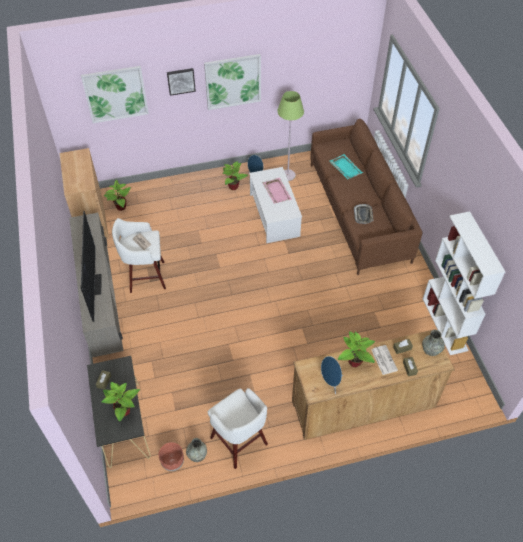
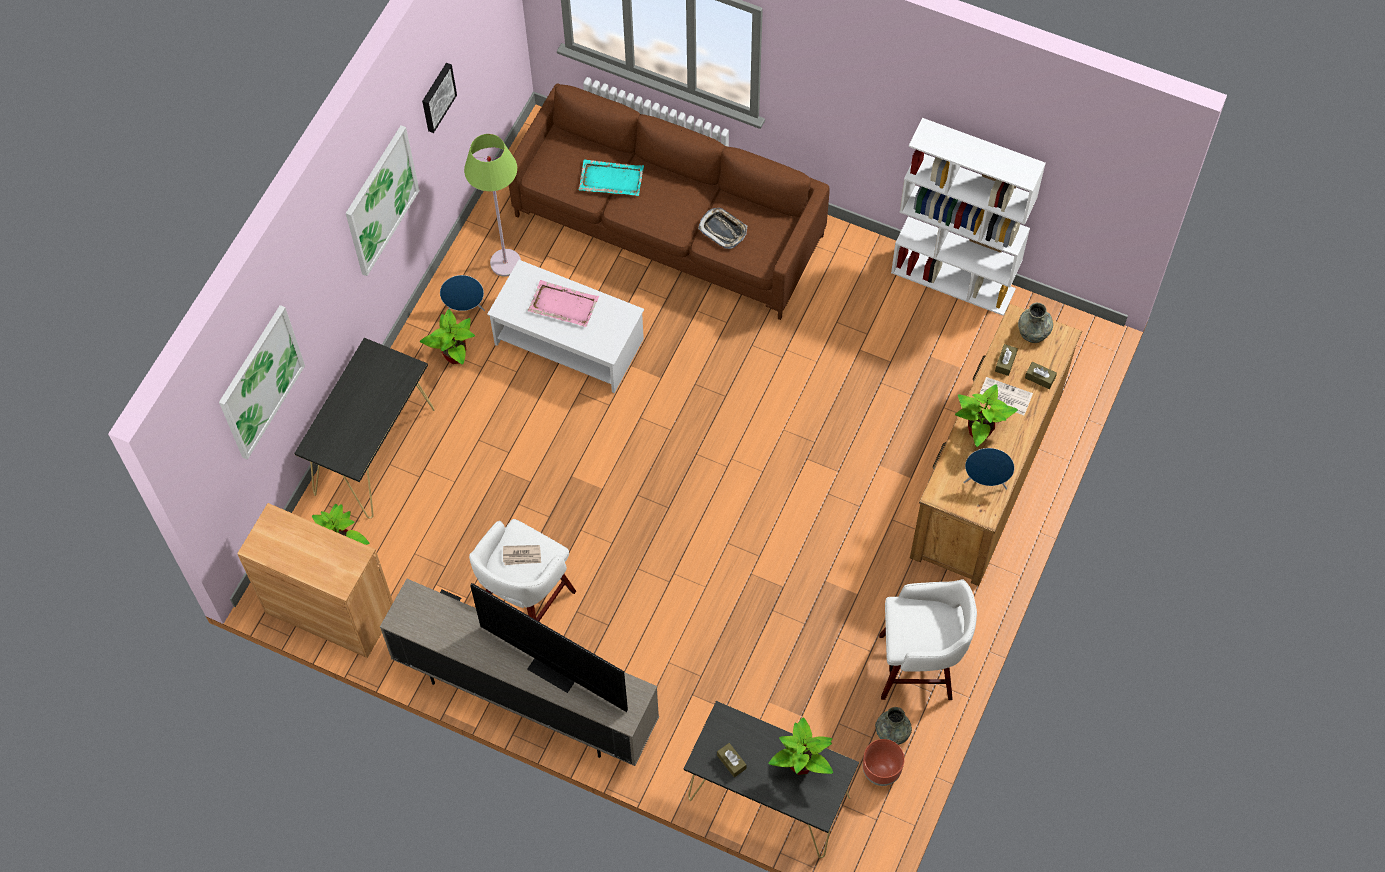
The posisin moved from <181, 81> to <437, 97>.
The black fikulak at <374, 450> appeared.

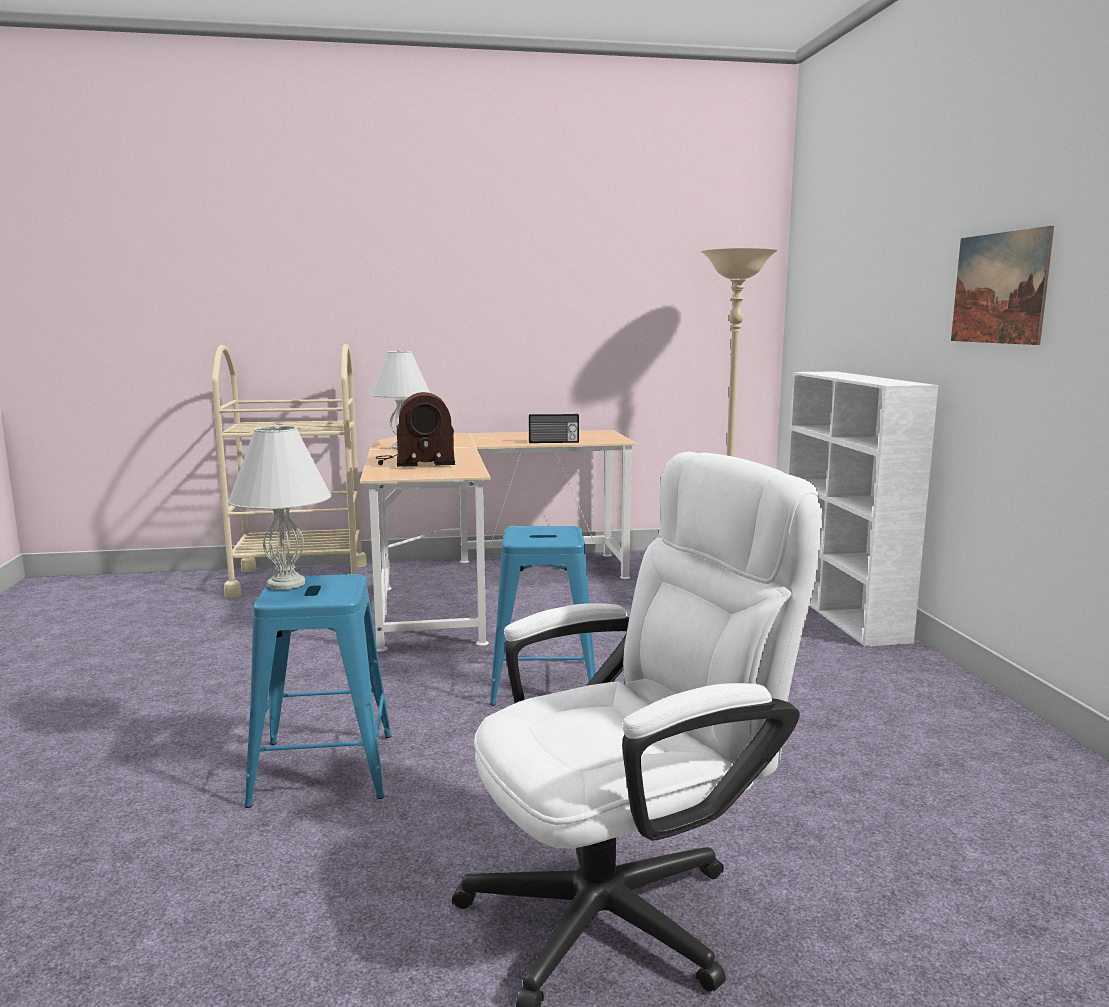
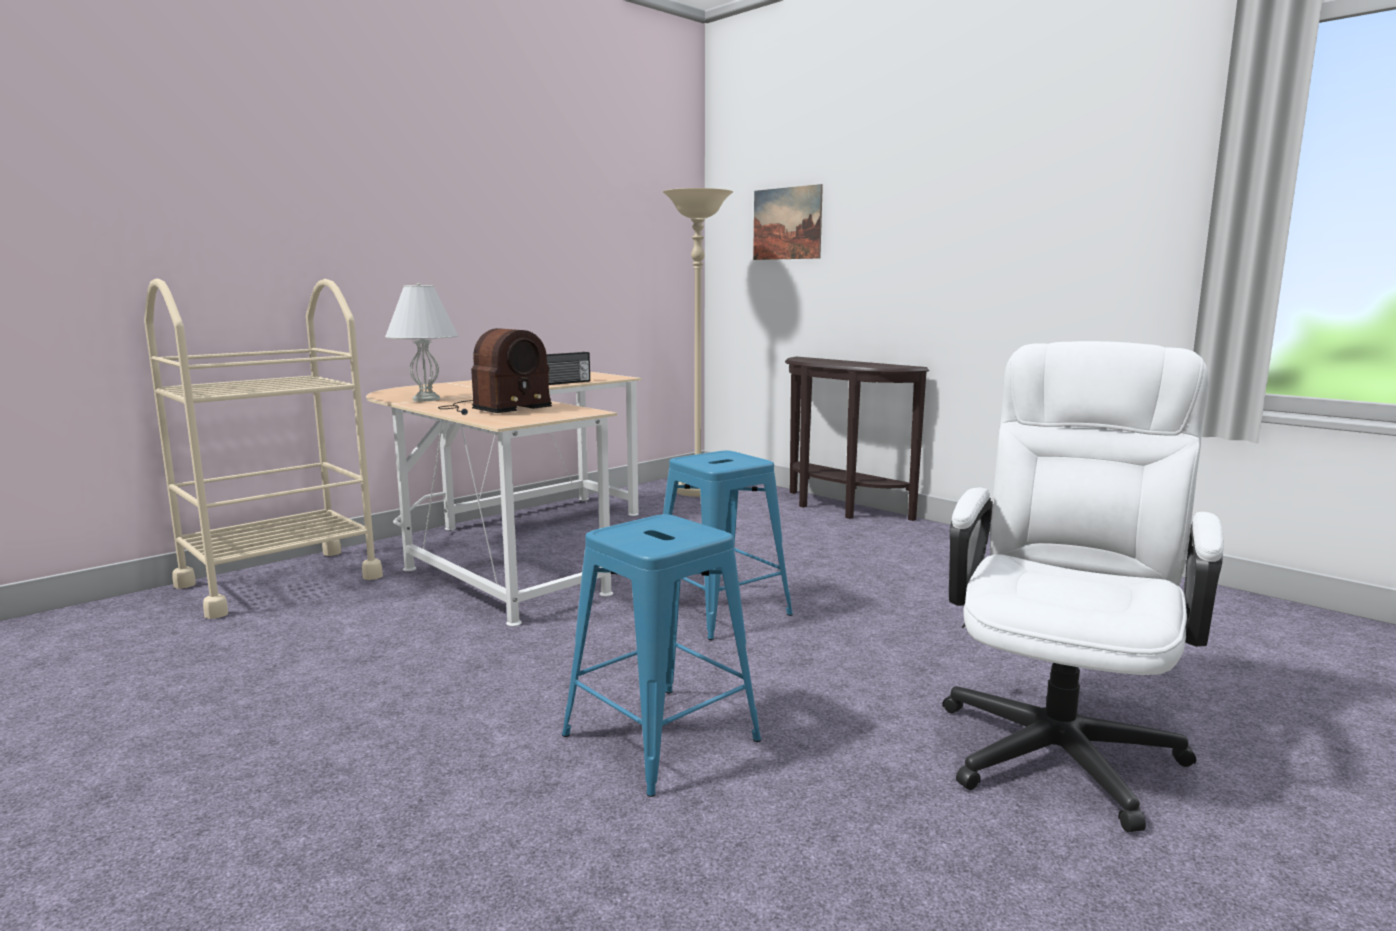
The posisin moved from <999, 288> to <787, 223>.
The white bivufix at <842, 611> was replaced by the brown fikulak at <839, 508>.
The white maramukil at <286, 584> disappeared.

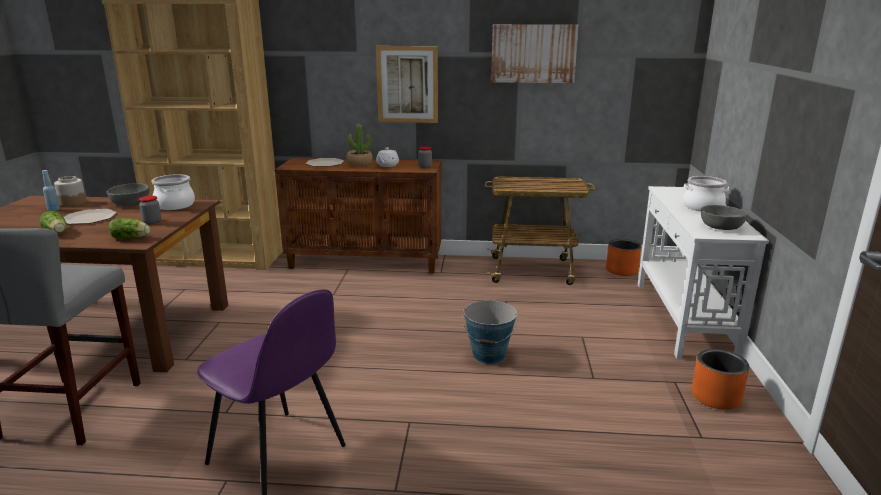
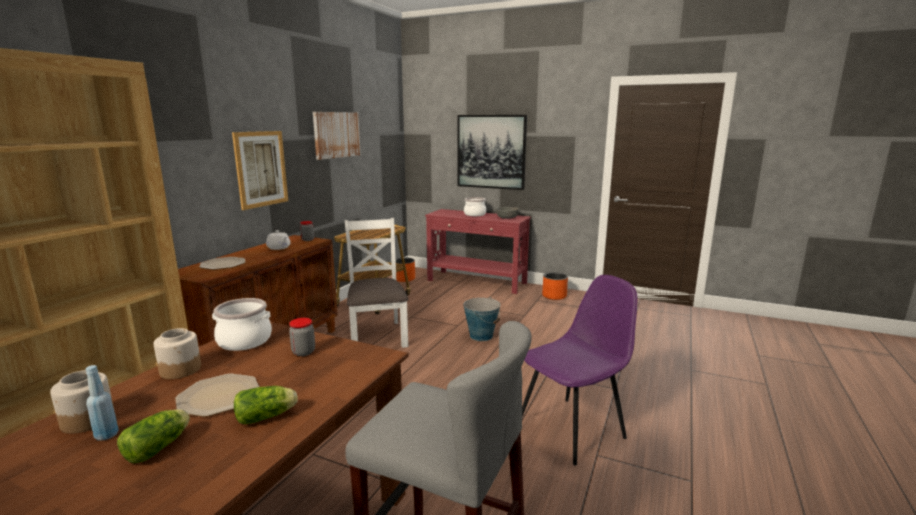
The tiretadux at <359, 163> disappeared.
The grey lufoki at <130, 203> was replaced by the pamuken at <181, 369>.
The white fikulak at <682, 319> became the red fikulak at <477, 282>.
The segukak moved from <132, 238> to <160, 447>.
The posisin at <491, 152> appeared.
The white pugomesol at <377, 336> appeared.

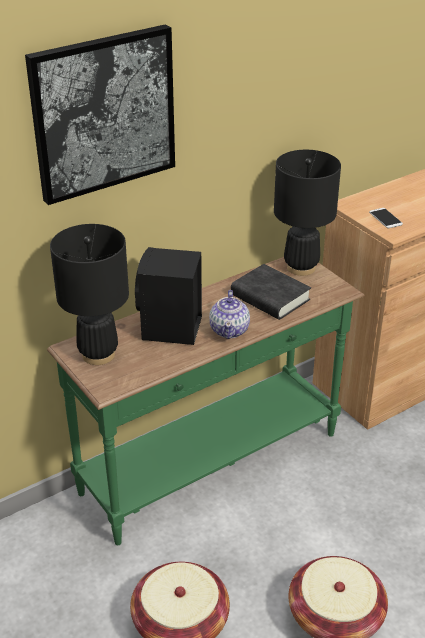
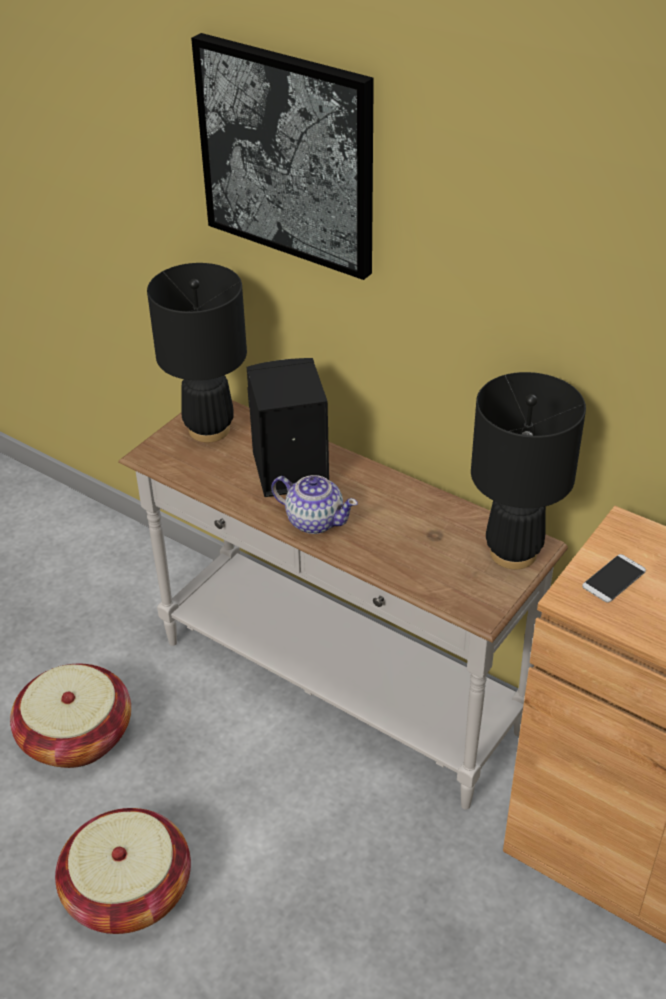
The green fikulak at <212, 465> became the white fikulak at <336, 689>.
The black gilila at <270, 297> disappeared.
The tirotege at <230, 330> turned 135 degrees counterclockwise.

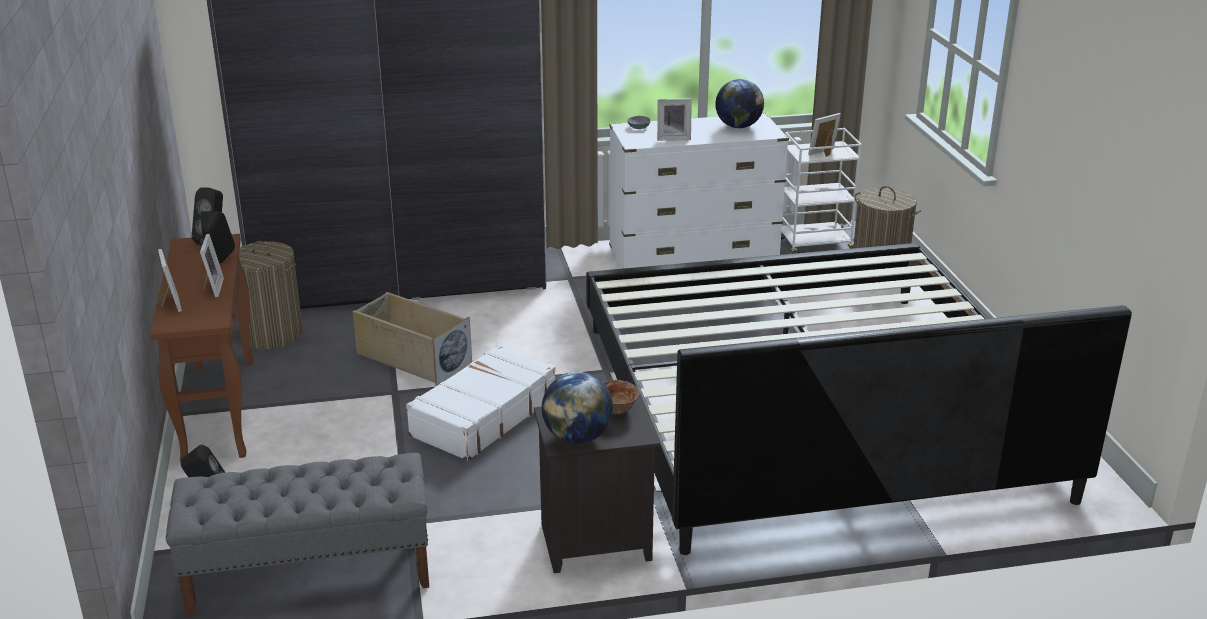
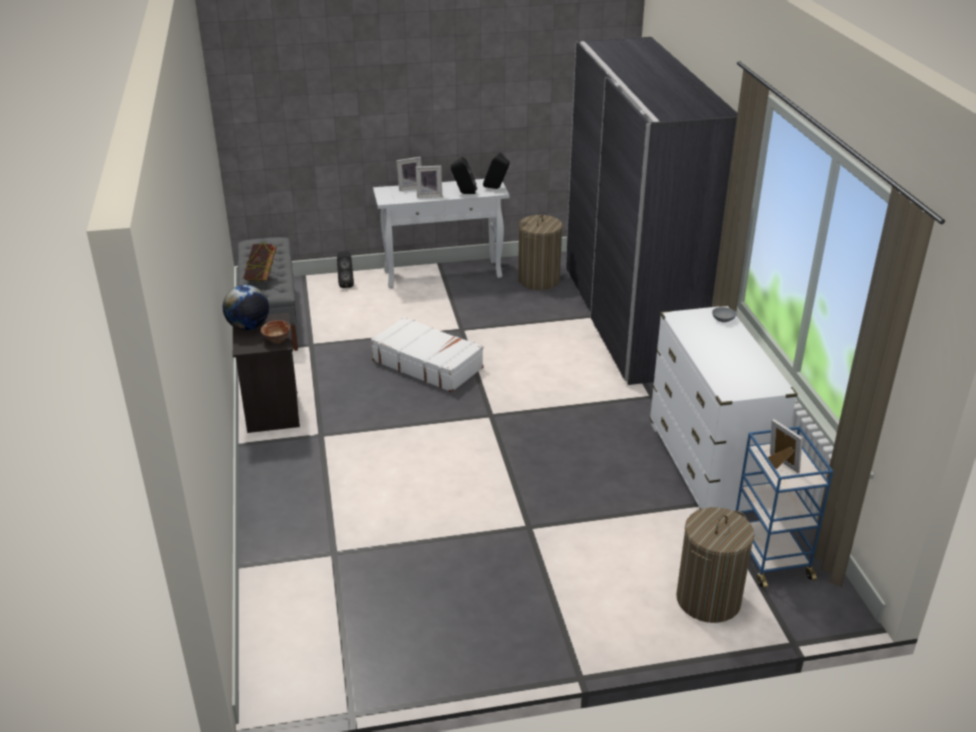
The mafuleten at <738, 126> disappeared.
The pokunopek at <673, 138> disappeared.
The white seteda at <814, 246> became the blue seteda at <769, 556>.
The brown fikulak at <219, 409> became the white fikulak at <443, 274>.
The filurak at <811, 408> disappeared.
The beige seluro at <412, 358> disappeared.
The gilila at <262, 278> appeared.

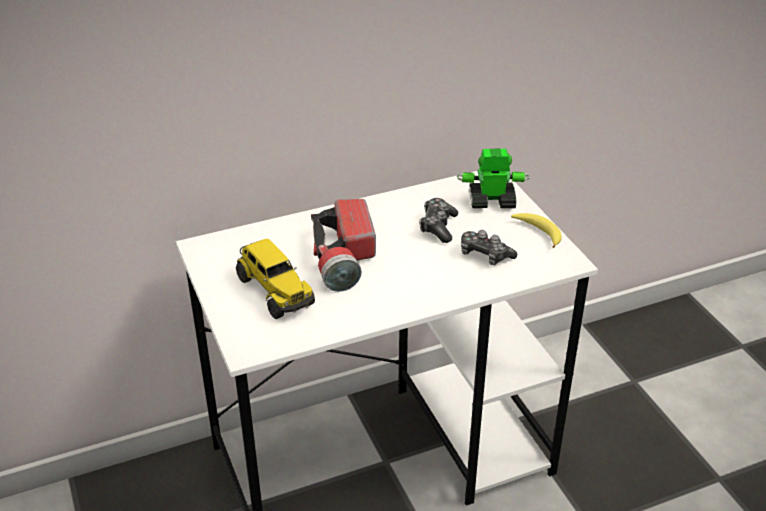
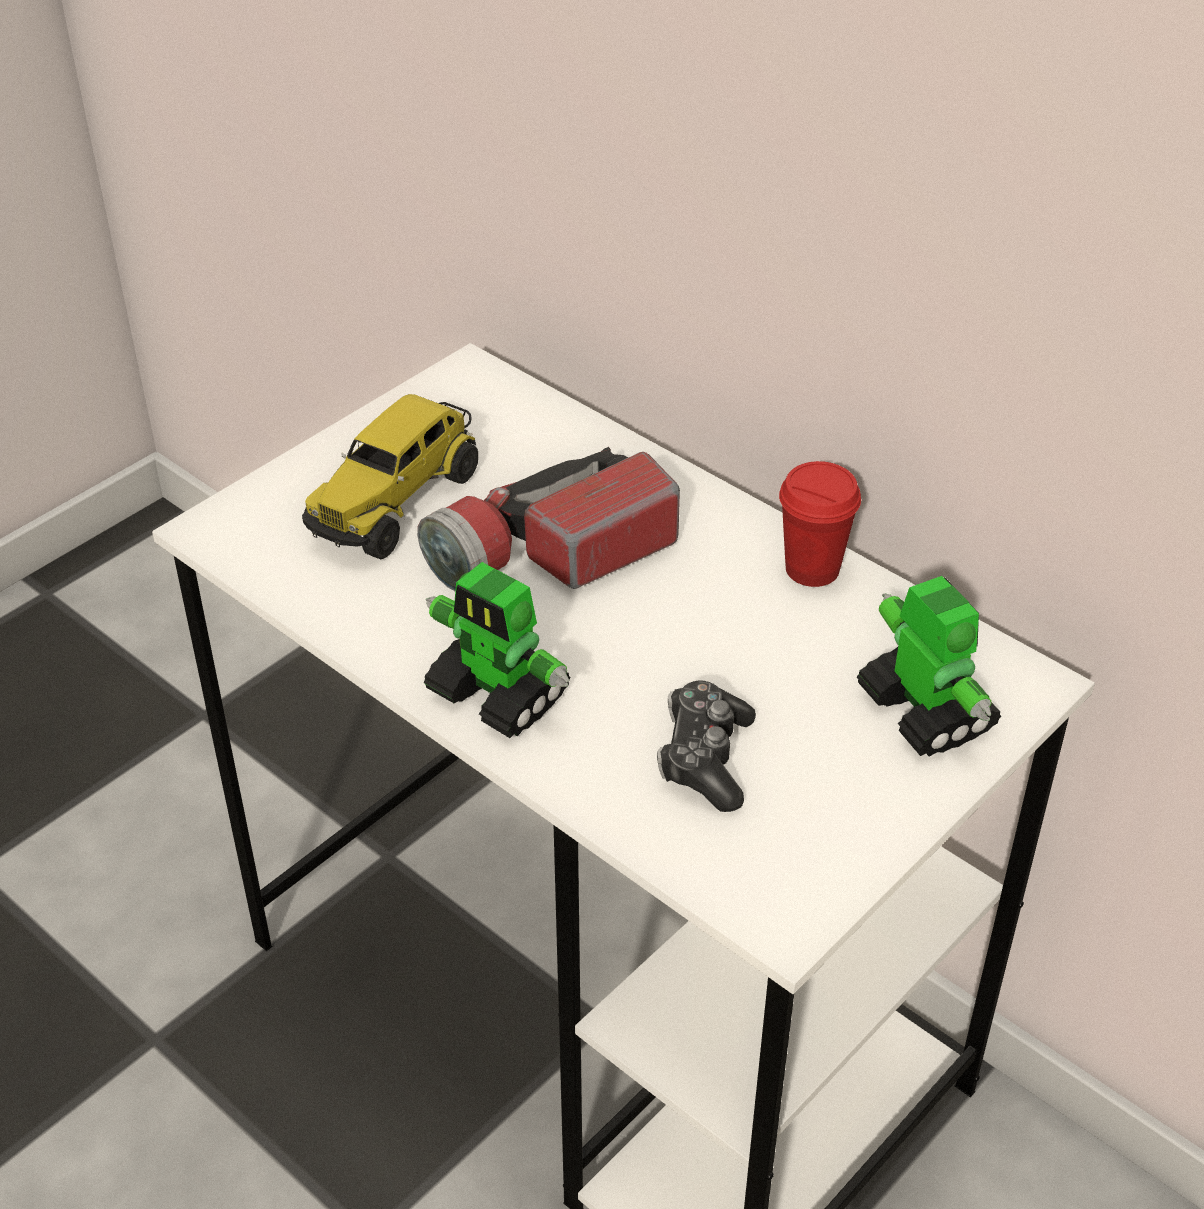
The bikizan at <438, 226> disappeared.
The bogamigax at <538, 232> disappeared.
The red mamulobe at <812, 569> appeared.
The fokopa at <499, 695> appeared.

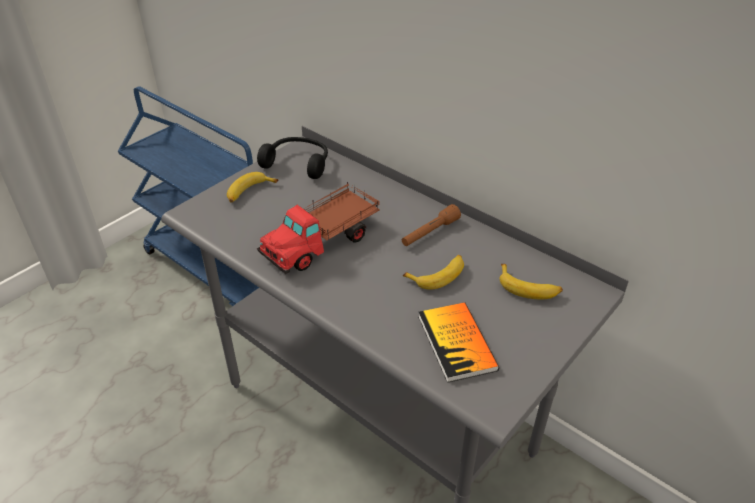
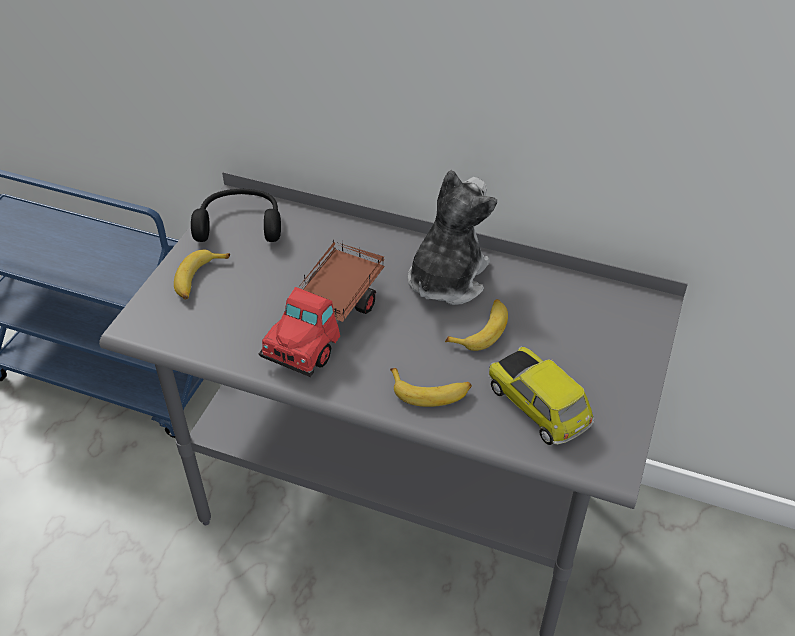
The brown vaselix at <430, 233> was replaced by the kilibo at <446, 279>.
The bogamigax moved from <528, 288> to <430, 391>.
The gilila at <456, 343> was replaced by the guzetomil at <540, 405>.

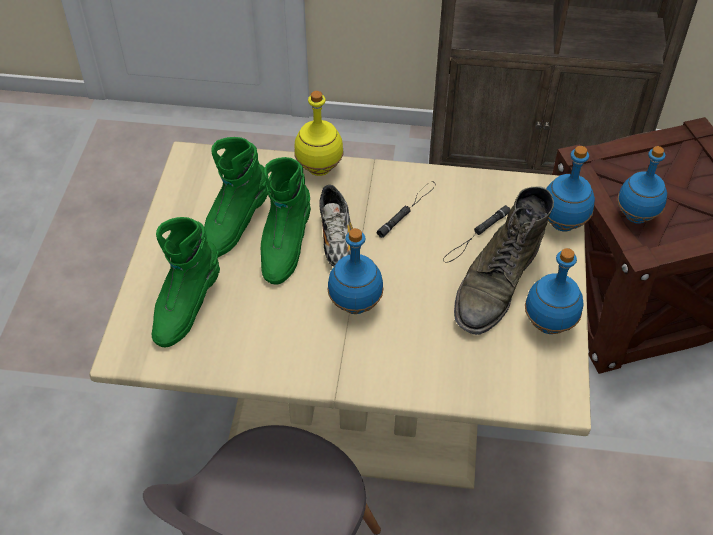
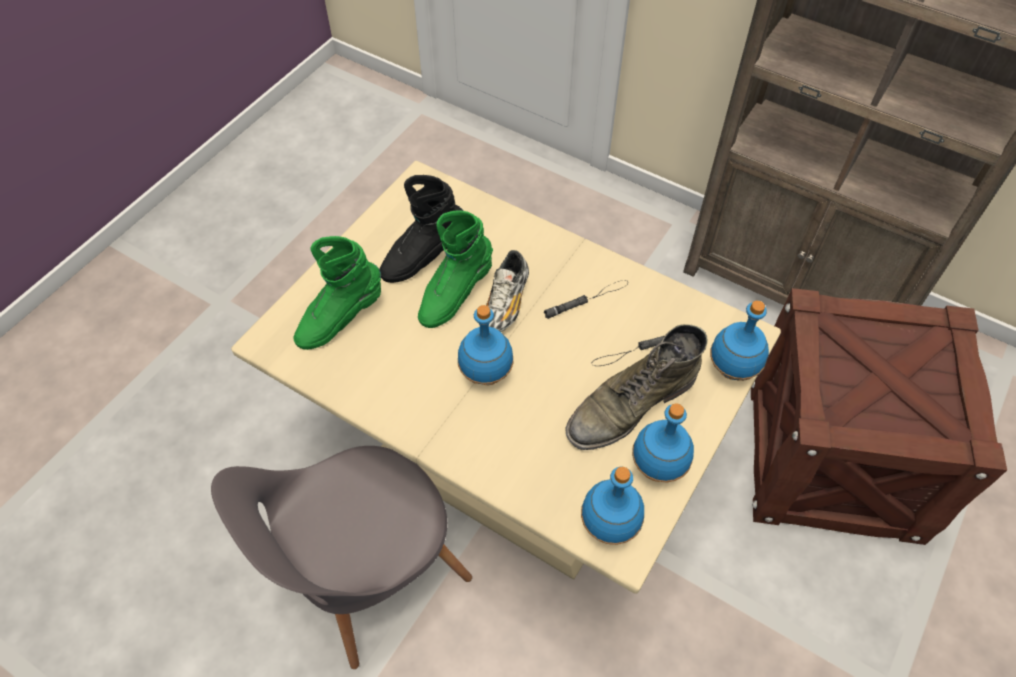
The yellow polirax at <319, 169> disappeared.
The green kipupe at <234, 224> became the black kipupe at <423, 257>.
The blue polirax moved from <635, 217> to <608, 526>.

